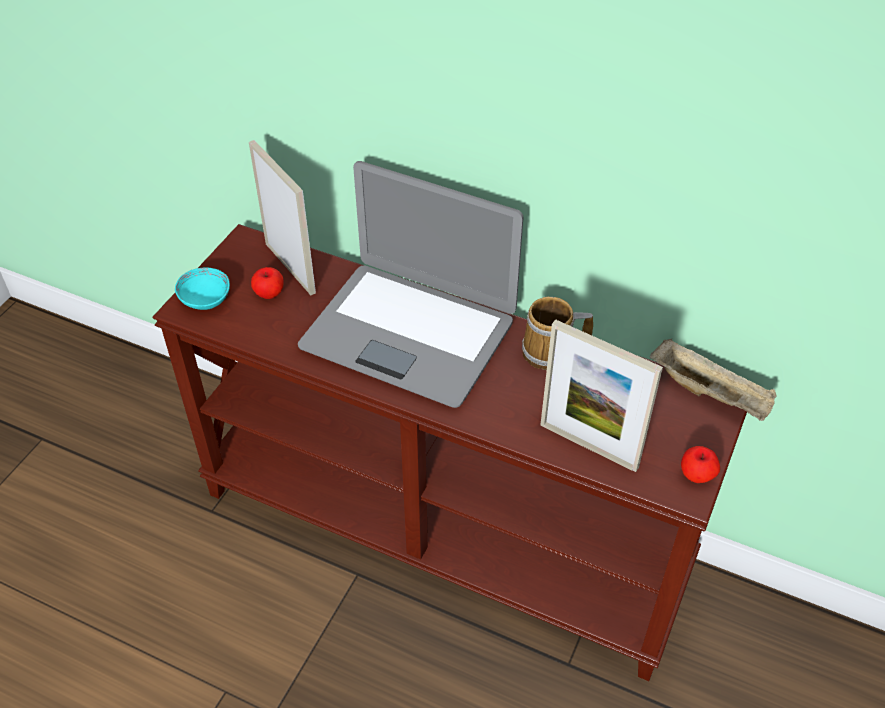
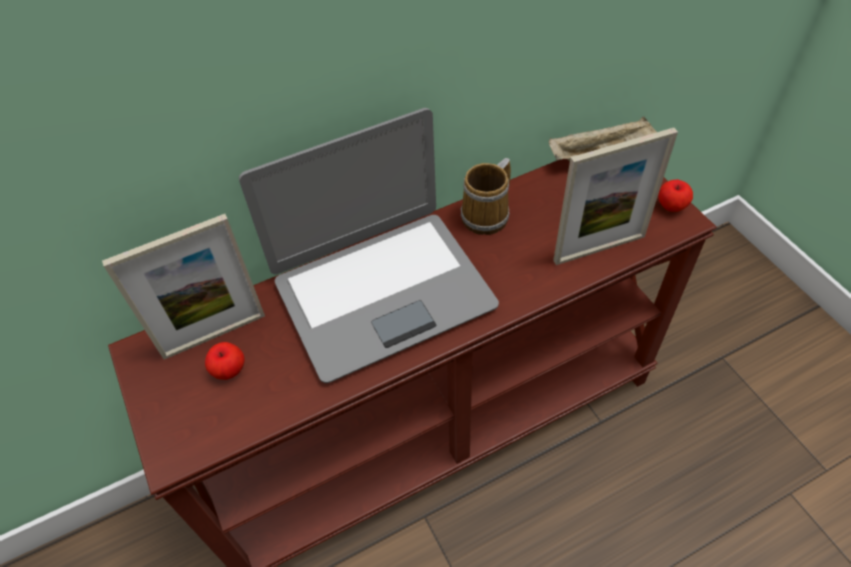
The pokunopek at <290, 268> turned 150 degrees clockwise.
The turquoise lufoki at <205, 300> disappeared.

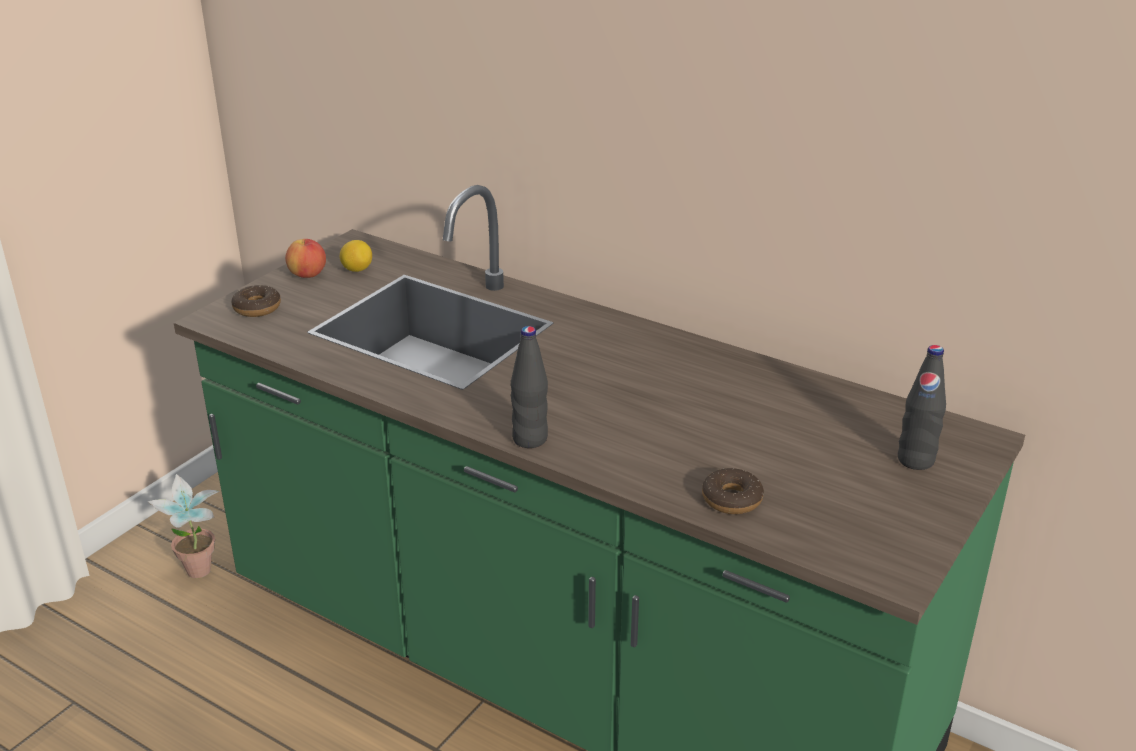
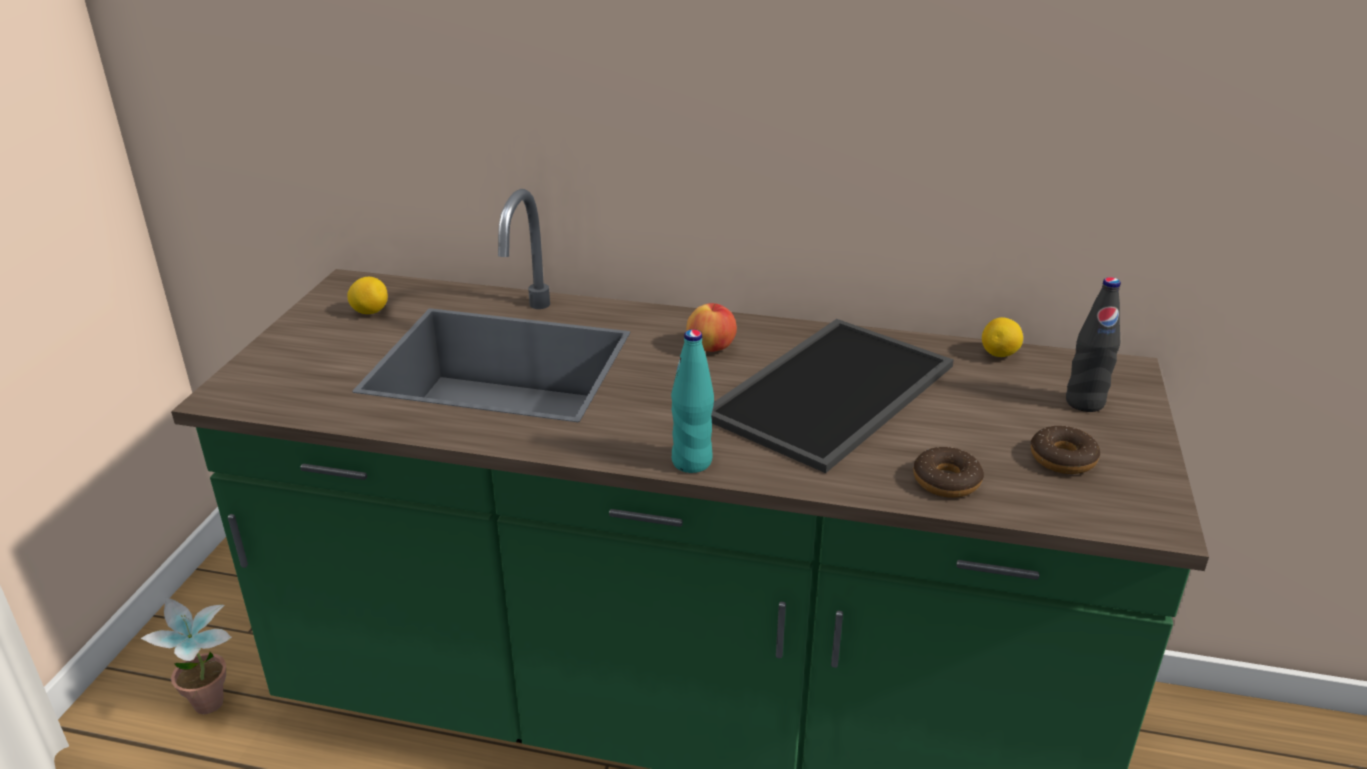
The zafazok moved from <308, 275> to <711, 347>.
The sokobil moved from <257, 308> to <1063, 458>.
The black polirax at <530, 439> became the turquoise polirax at <692, 462>.
The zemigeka at <999, 355> appeared.
The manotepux at <829, 389> appeared.

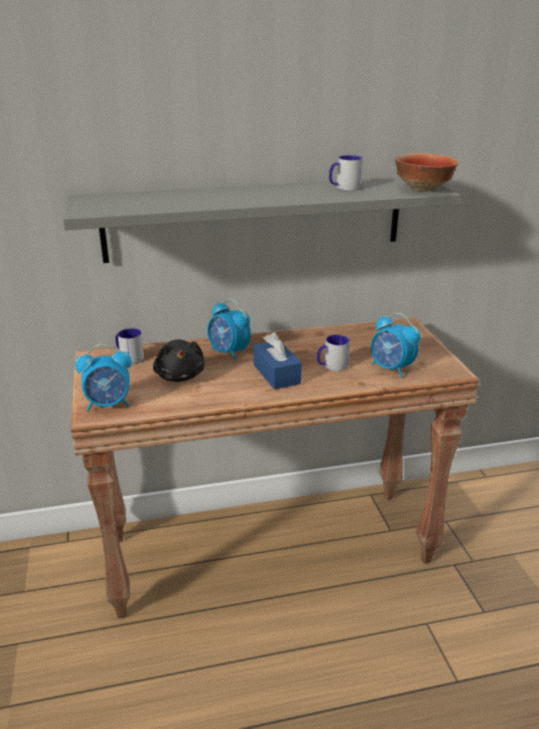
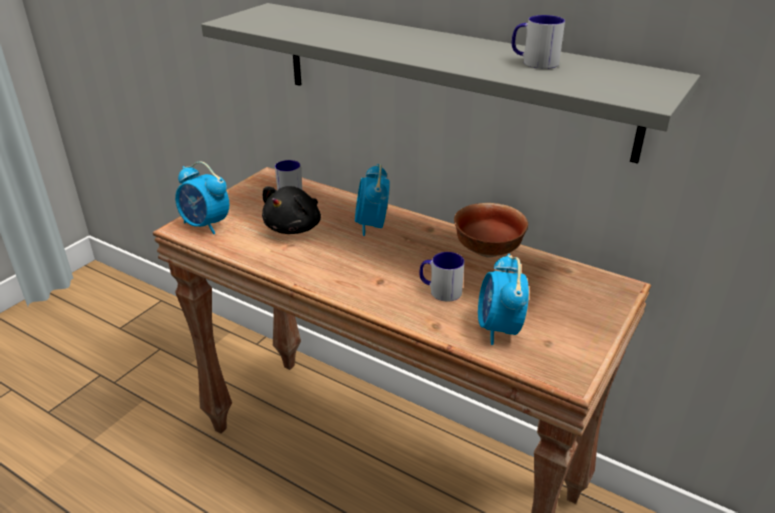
The lufoki moved from <423, 189> to <489, 250>.
The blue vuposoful at <276, 374> disappeared.

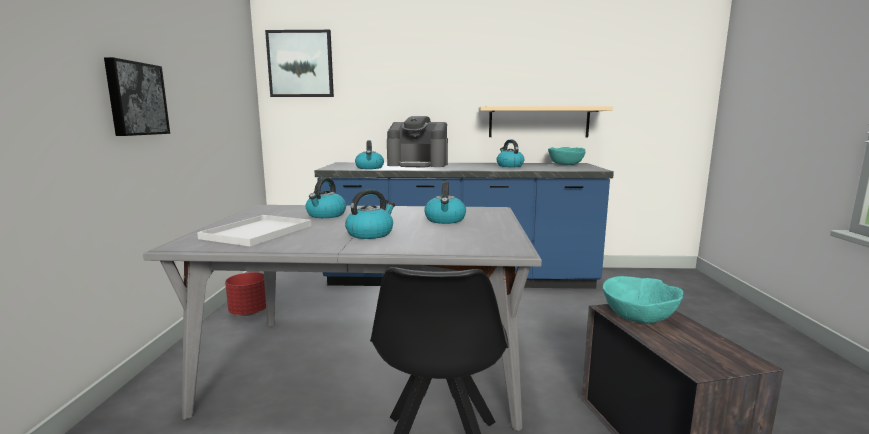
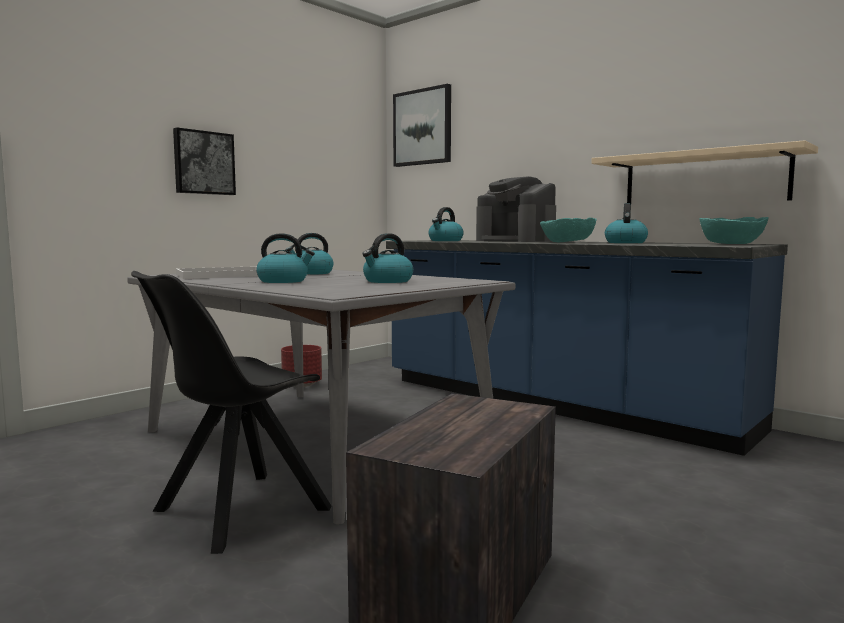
The turquoise lufoki moved from <639, 316> to <567, 242>.

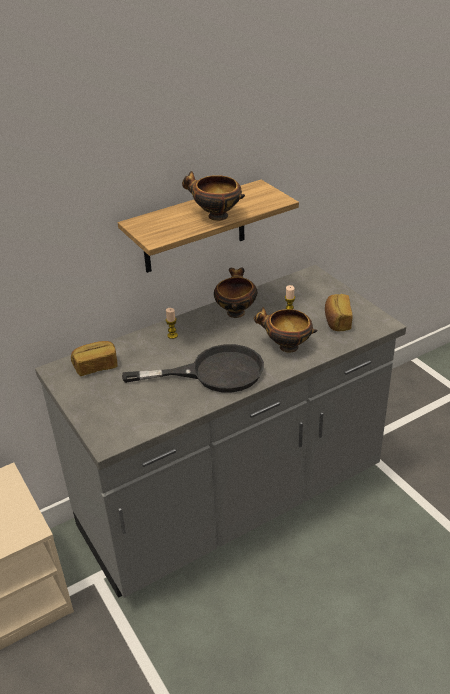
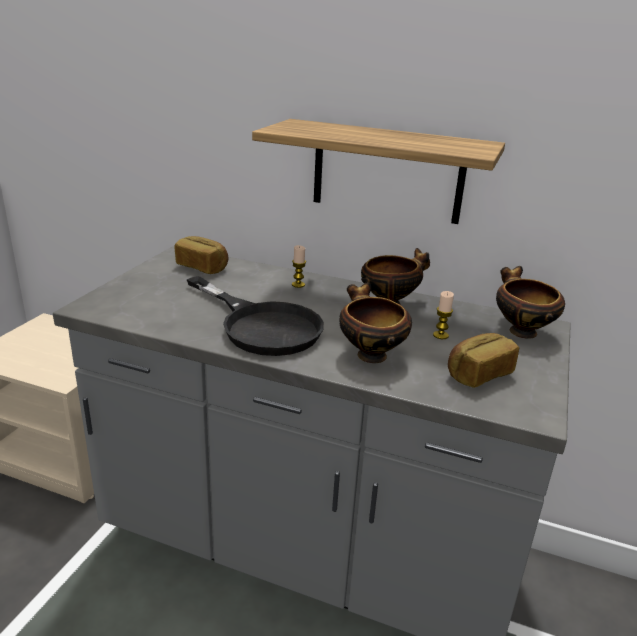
The lufoki moved from <215, 216> to <520, 331>.

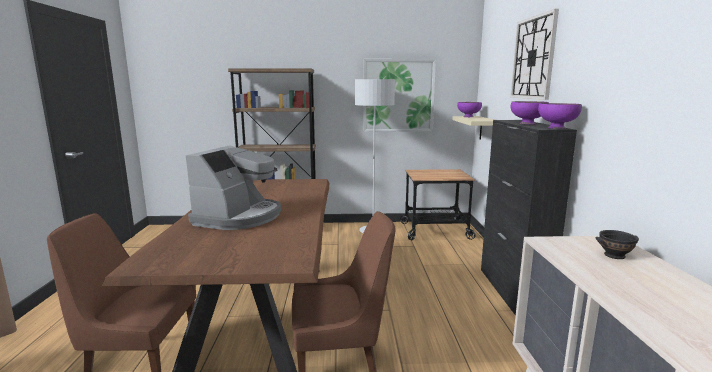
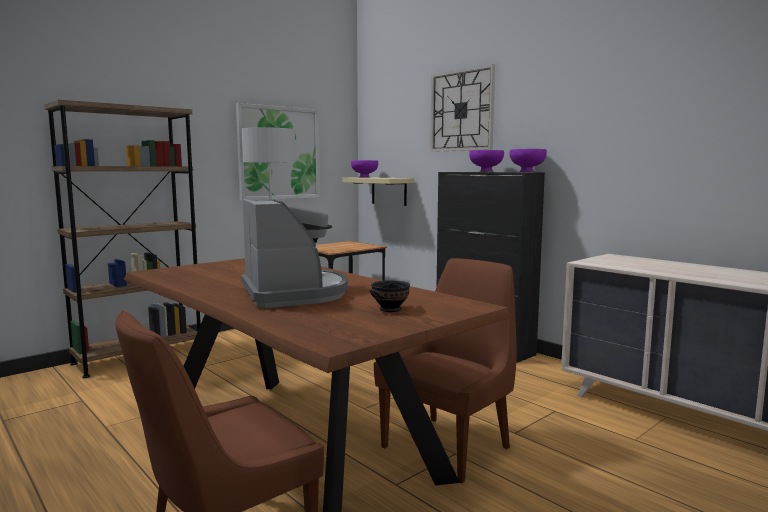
The black lufoki moved from <613, 255> to <389, 309>.

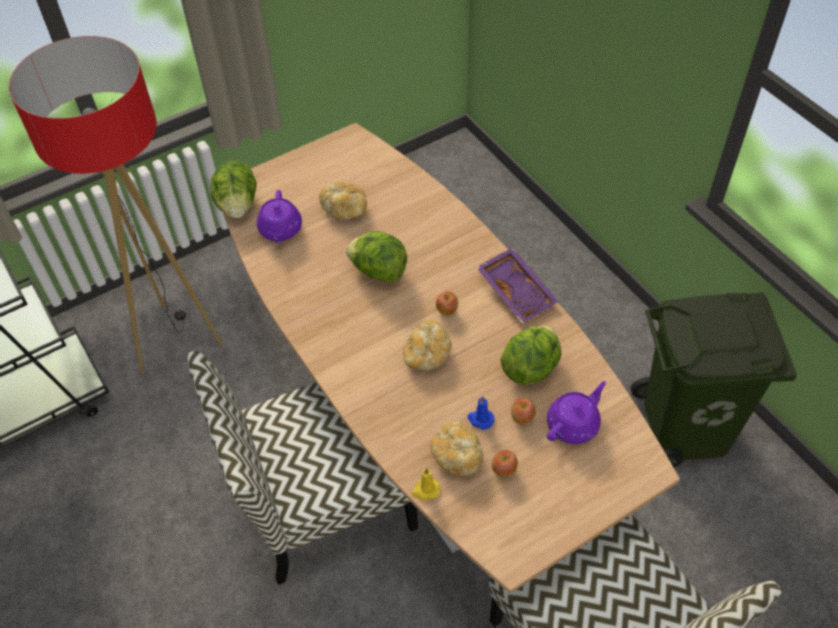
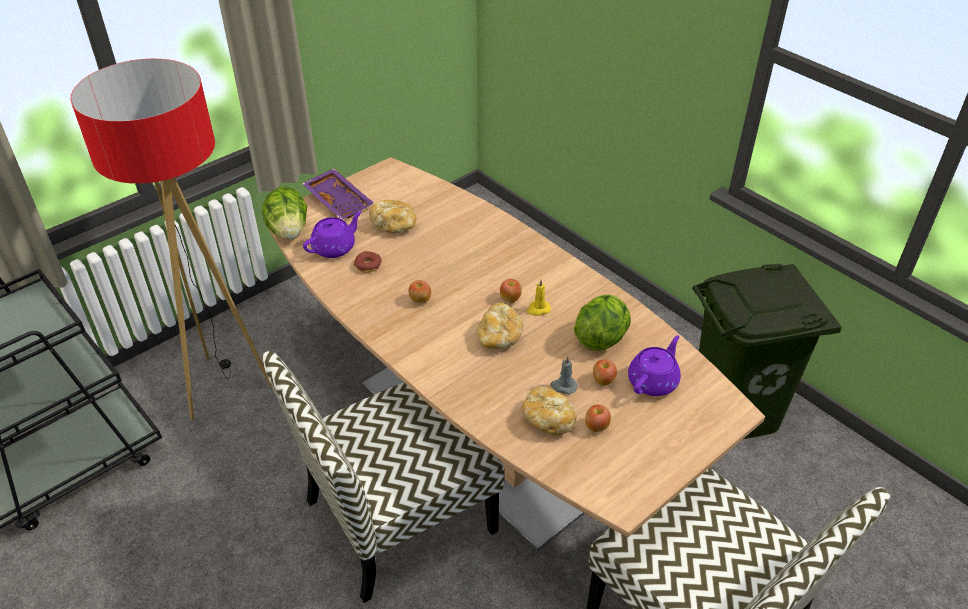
The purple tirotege at <280, 230> turned 120 degrees counterclockwise.
The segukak at <378, 271> disappeared.
The purple manotepux moved from <517, 291> to <340, 201>.
The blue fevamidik at <480, 419> became the grey fevamidik at <563, 386>.
The yellow fevamidik moved from <425, 490> to <538, 309>.
The sokobil at <368, 265> appeared.
The zafazok at <420, 300> appeared.

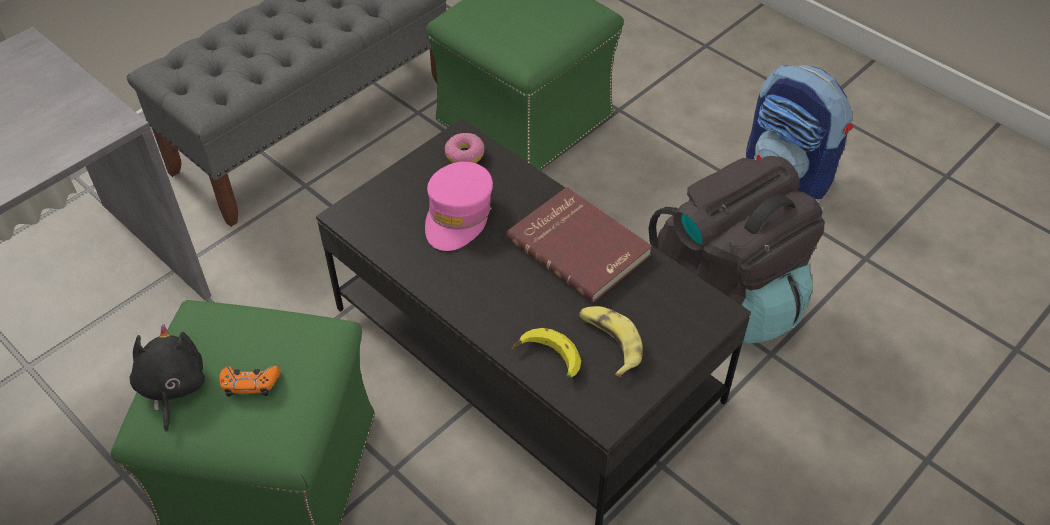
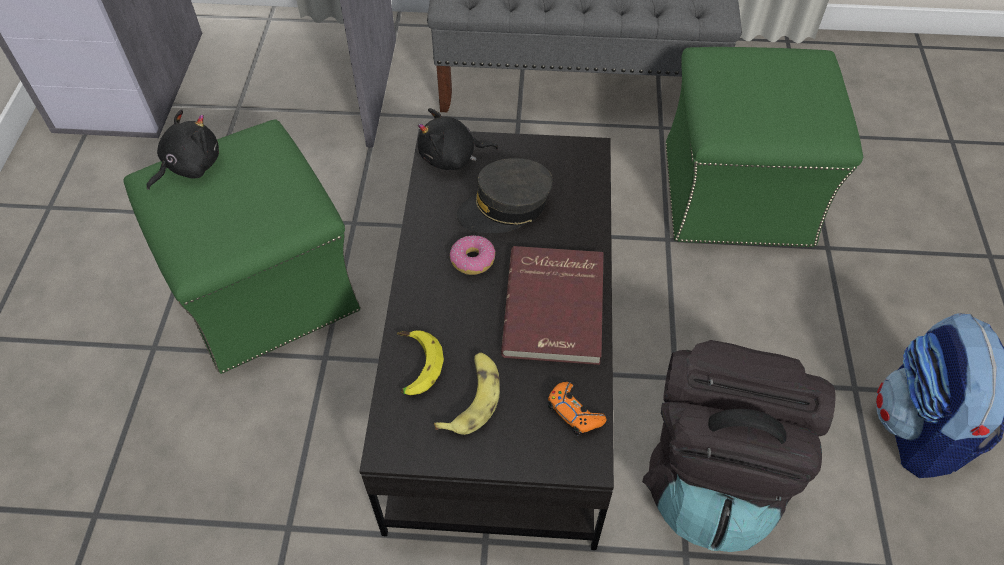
The sokobil moved from <464, 154> to <473, 260>.
The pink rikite at <458, 215> became the grey rikite at <505, 207>.
The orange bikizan moved from <250, 383> to <574, 412>.
The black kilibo at <452, 157> appeared.

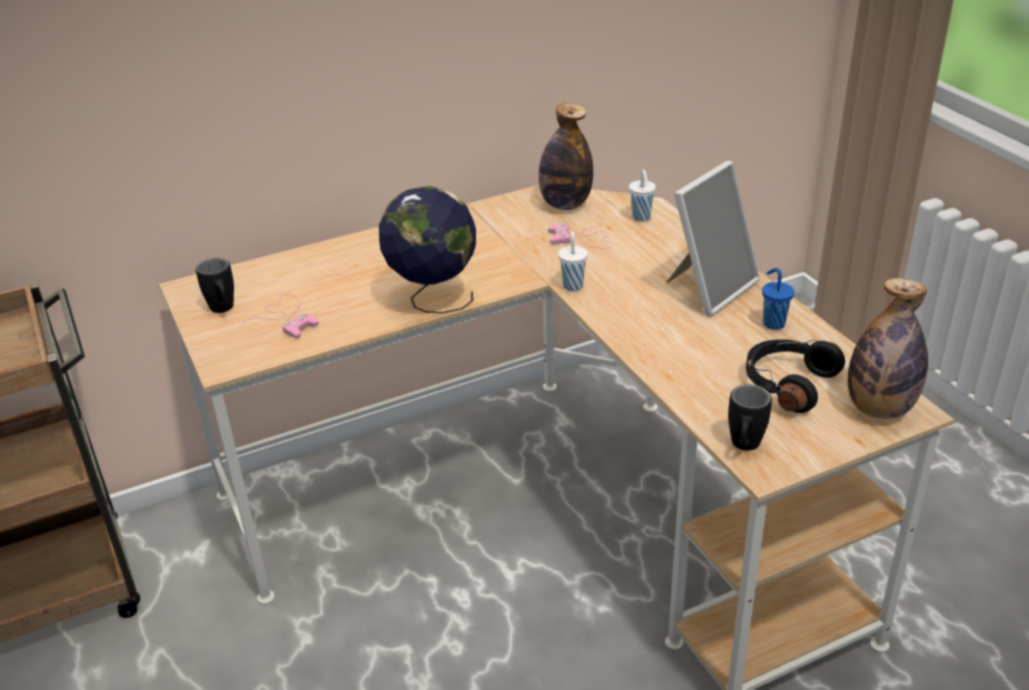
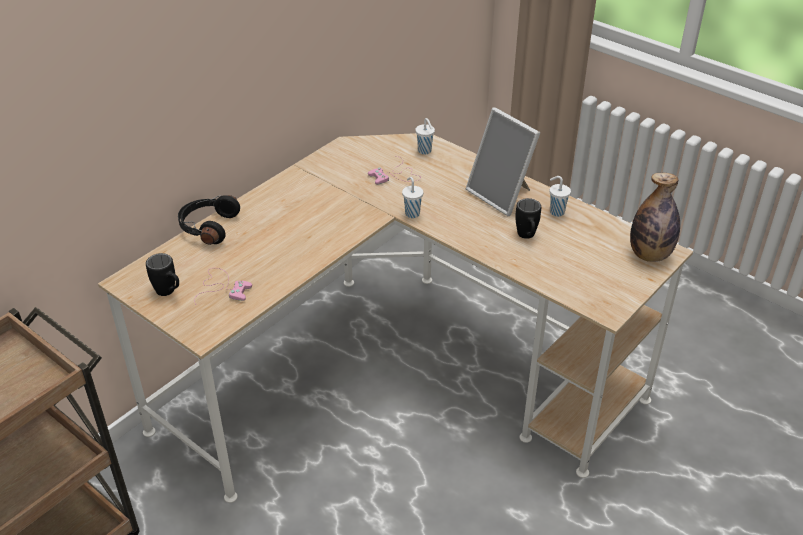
The polirax at <565, 204> disappeared.
The pokunopek at <709, 288> turned 120 degrees clockwise.
The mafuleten at <433, 299> disappeared.
The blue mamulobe at <773, 323> became the white mamulobe at <556, 212>.
The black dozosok moved from <787, 384> to <207, 227>.
The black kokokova moved from <744, 448> to <527, 237>.

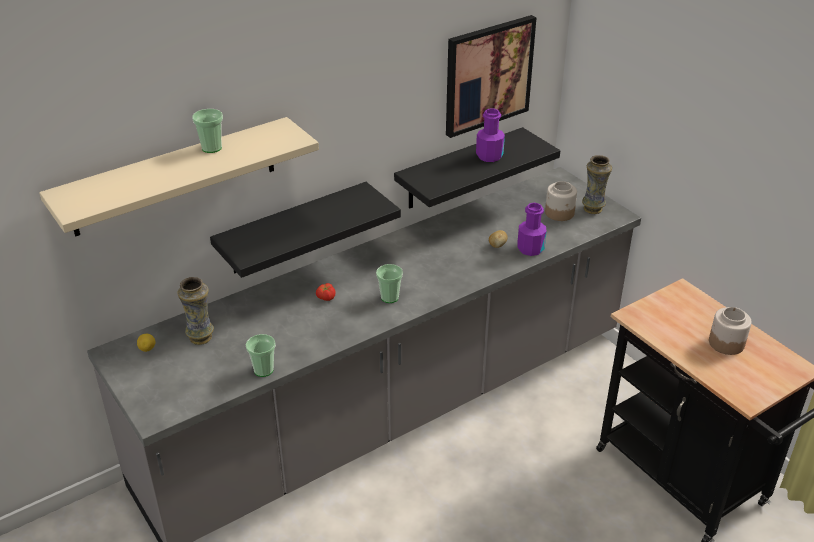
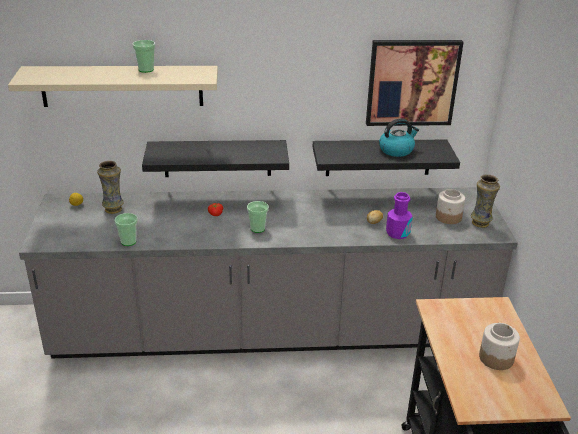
The purple polirax at <489, 156> was replaced by the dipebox at <396, 150>.

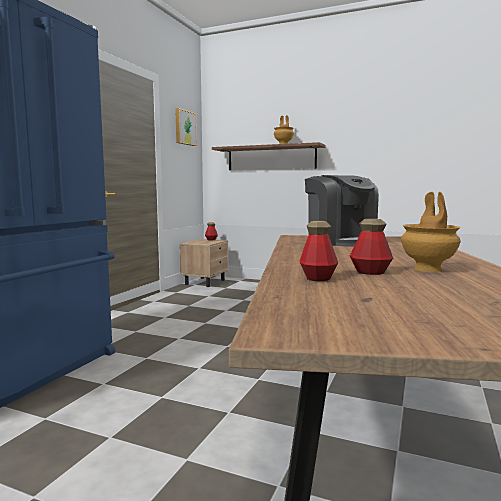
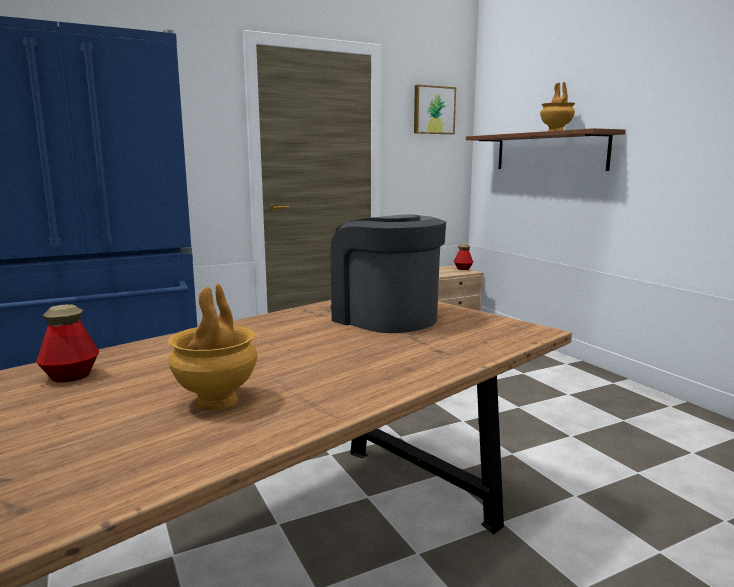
The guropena at <340, 241> turned 120 degrees clockwise.
The polirax at <370, 272> disappeared.

